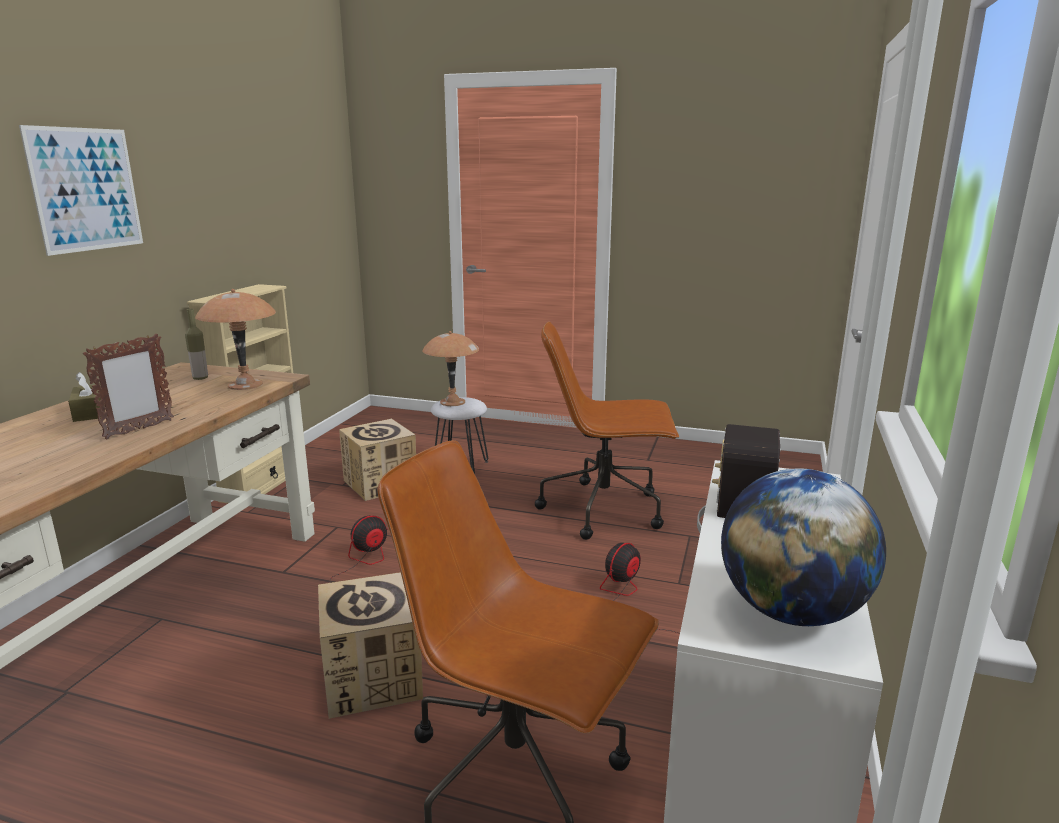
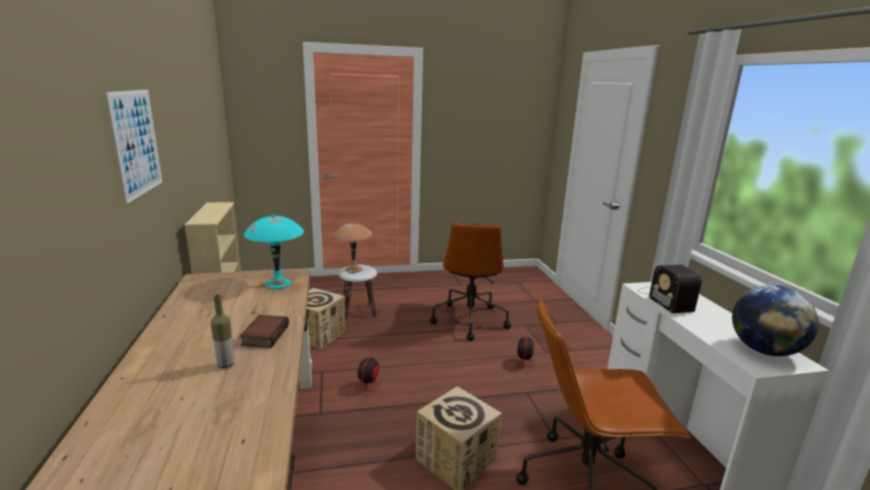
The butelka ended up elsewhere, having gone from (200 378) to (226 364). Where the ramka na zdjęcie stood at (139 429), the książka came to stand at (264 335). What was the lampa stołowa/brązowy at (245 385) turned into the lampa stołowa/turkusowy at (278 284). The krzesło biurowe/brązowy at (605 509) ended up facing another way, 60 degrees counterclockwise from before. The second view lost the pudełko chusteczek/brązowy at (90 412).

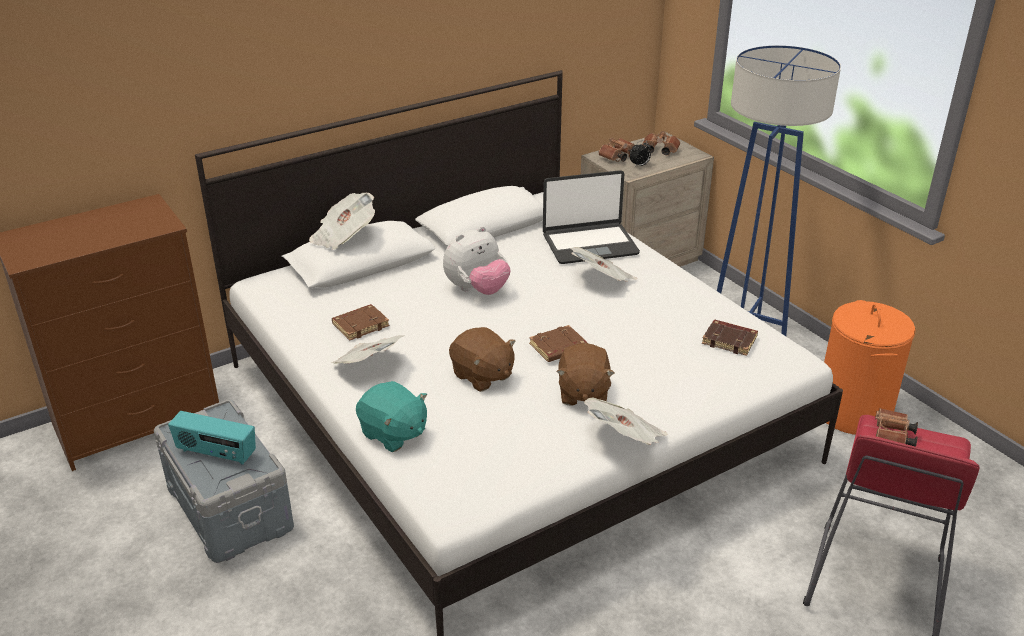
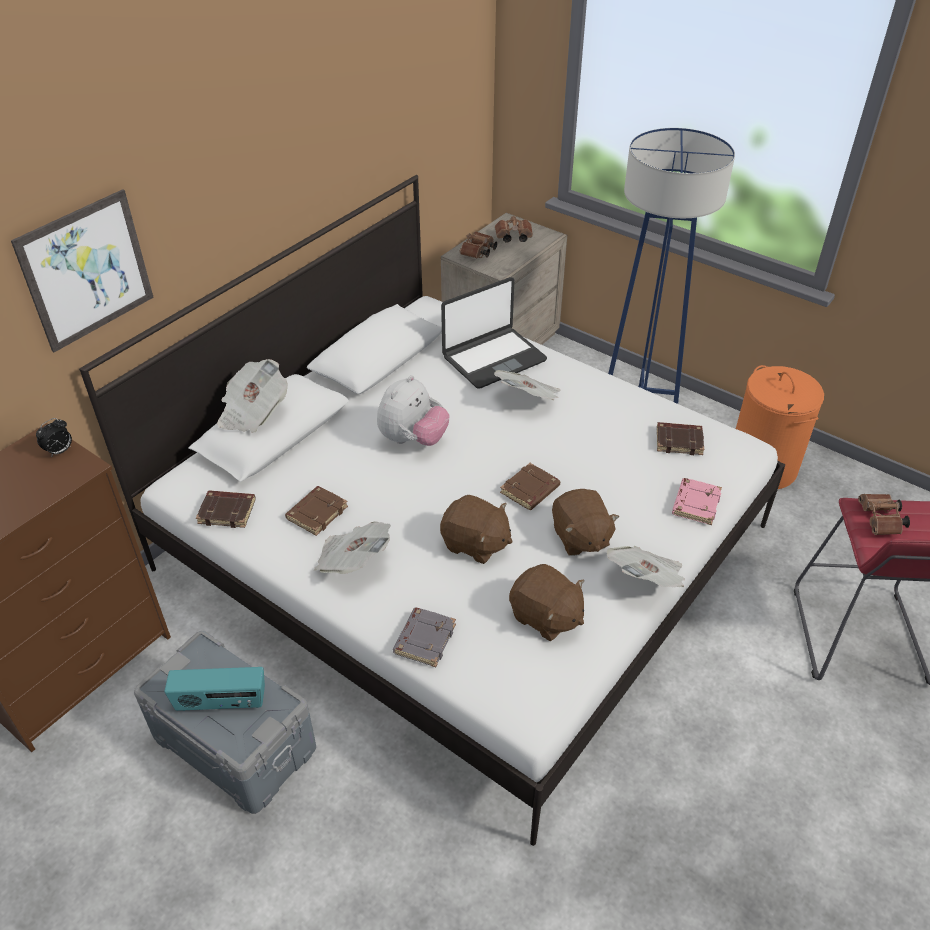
The second view gained the obraz at (87 270). The budzik ended up elsewhere, having gone from (639 165) to (60 451). The second view gained the książka/brązowy at (228 511). Where the pluszak/turkusowy stood at (393 434), the książka/szary came to stand at (424 639). The second view gained the pluszak/brązowy at (545 617). The second view gained the książka/różowy at (695 504).

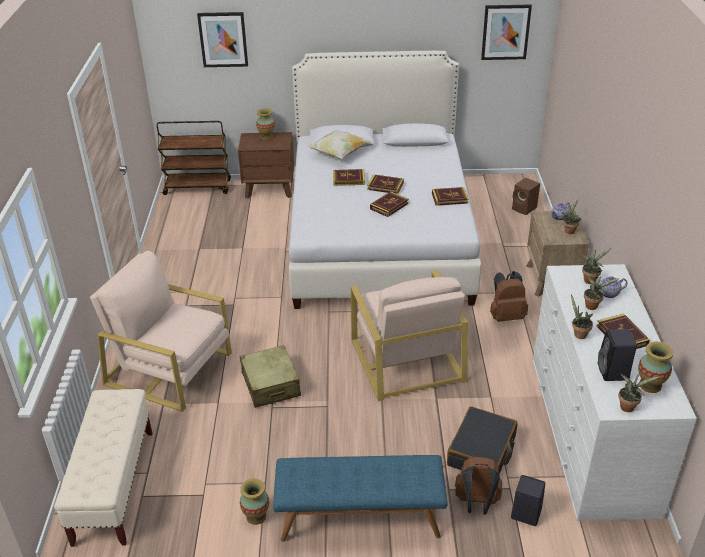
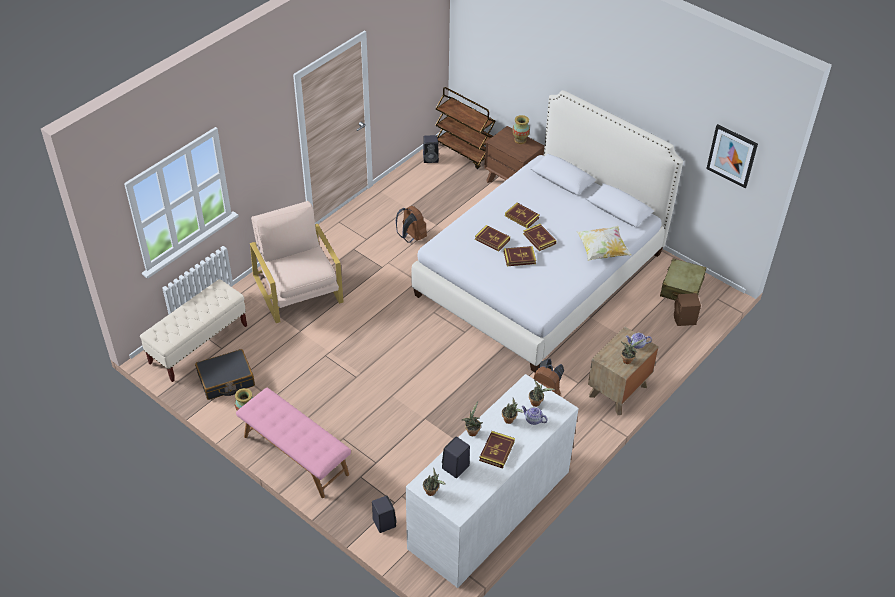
The walizka/czarny ended up elsewhere, having gone from (482 451) to (226 380). What was the ławka/niebieski at (360 518) turned into the ławka/różowy at (295 455). The plecak/brązowy ended up elsewhere, having gone from (476 504) to (411 237). The second view gained the głośnik/czarny at (431 158). The książka ended up elsewhere, having gone from (449 198) to (492 240). The poduszka ended up elsewhere, having gone from (338 154) to (602 251). The walizka/beżowy ended up elsewhere, having gone from (270 385) to (681 288). The second view lost the obraz at (223 39). The second view lost the fotel/beżowy at (406 359). The second view lost the wazon at (650 385).

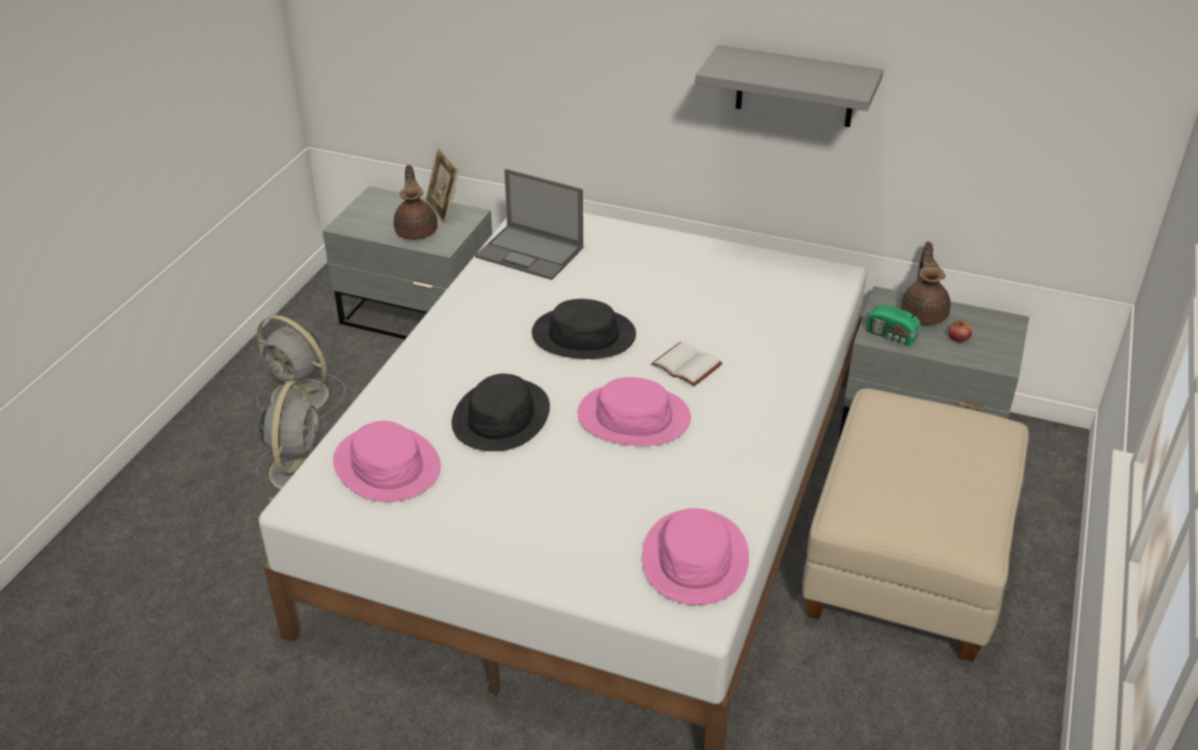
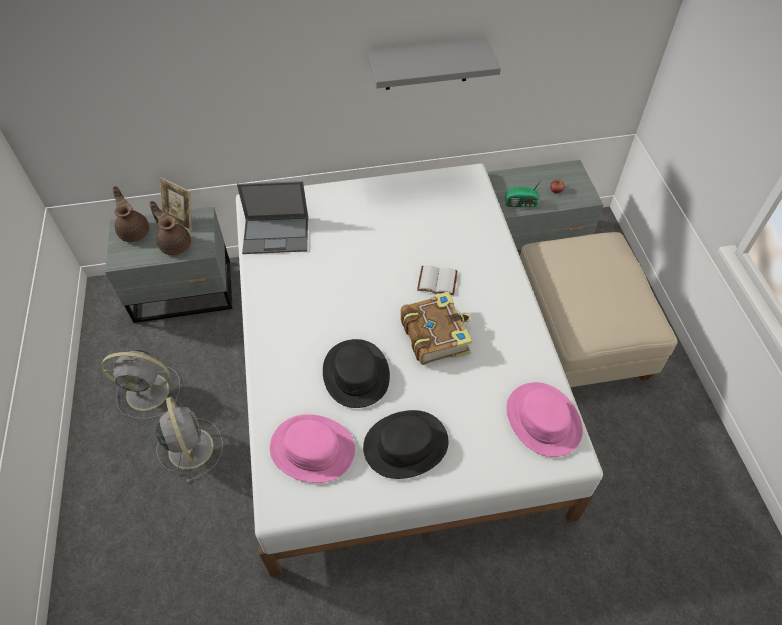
The imbryk/brązowy ended up elsewhere, having gone from (924 313) to (134 231). The kapelusz/czarny ended up elsewhere, having gone from (583 335) to (405 444). Where the kapelusz/różowy stood at (634 417), the książka came to stand at (435 334).

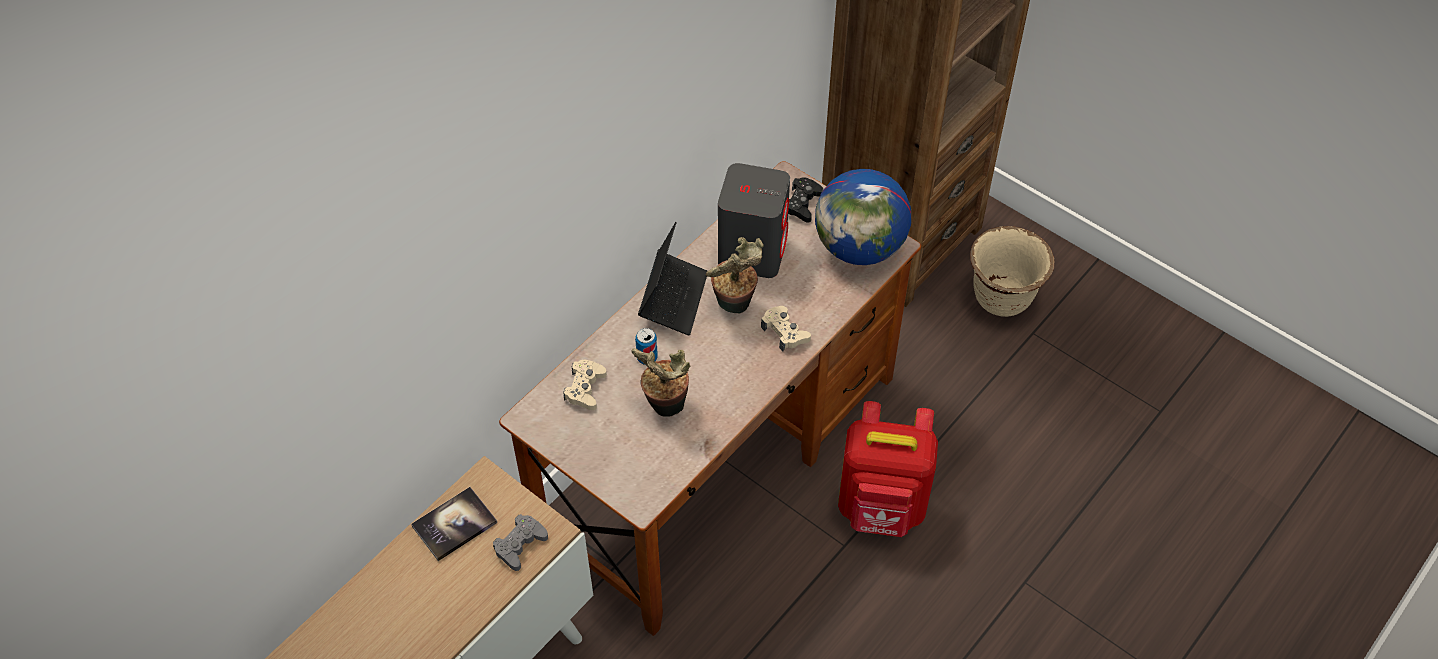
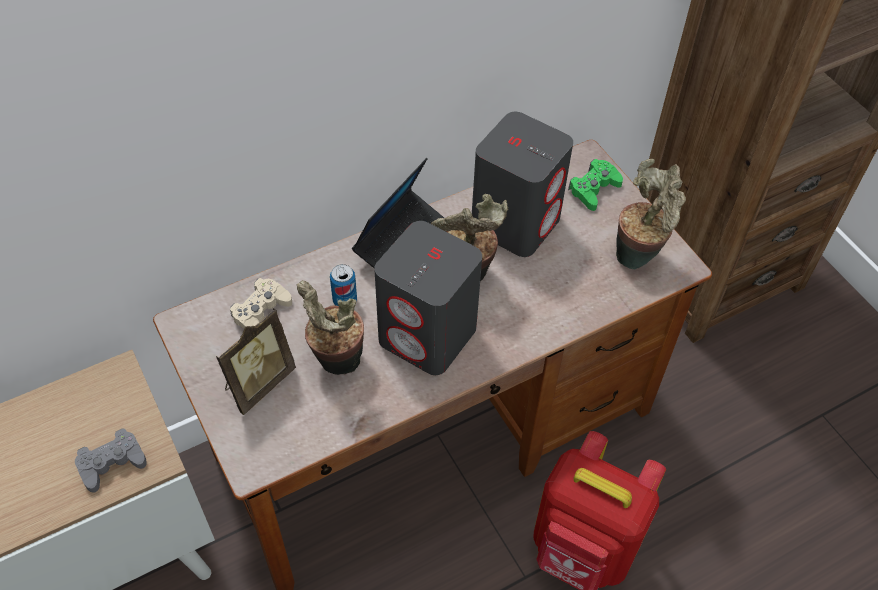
The second view gained the ramka na zdjęcie at (258 383). The second view gained the głośnik/szary at (428 335). What was the pad do gier/czarny at (802 203) turned into the pad do gier/zielony at (593 189). Where the globus stood at (860 247), the roślina doniczkowa came to stand at (639 255). The second view lost the książka at (454 524). The second view lost the pad do gier/beżowy at (785 332). The second view lost the donica/beżowy at (1002 299).

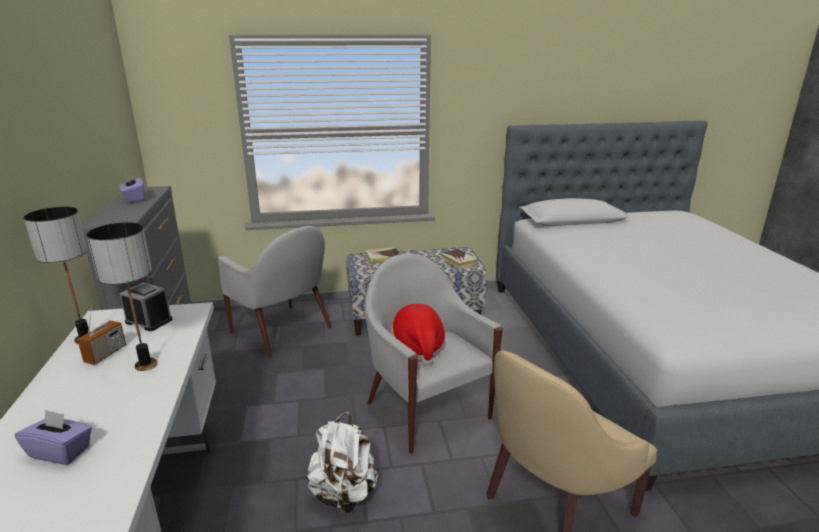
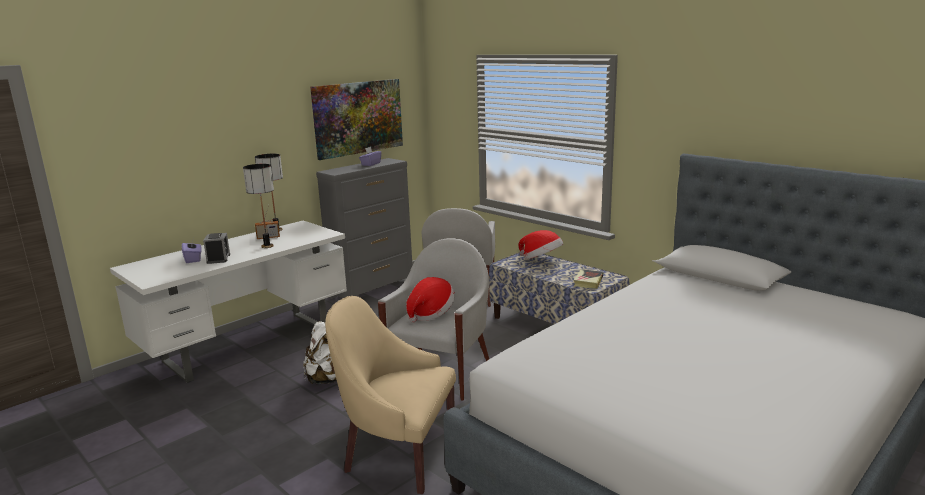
The budzik ended up elsewhere, having gone from (149 321) to (218 258). The second view gained the obraz at (358 117). Where the książka stood at (383 258), the kapelusz came to stand at (541 260).

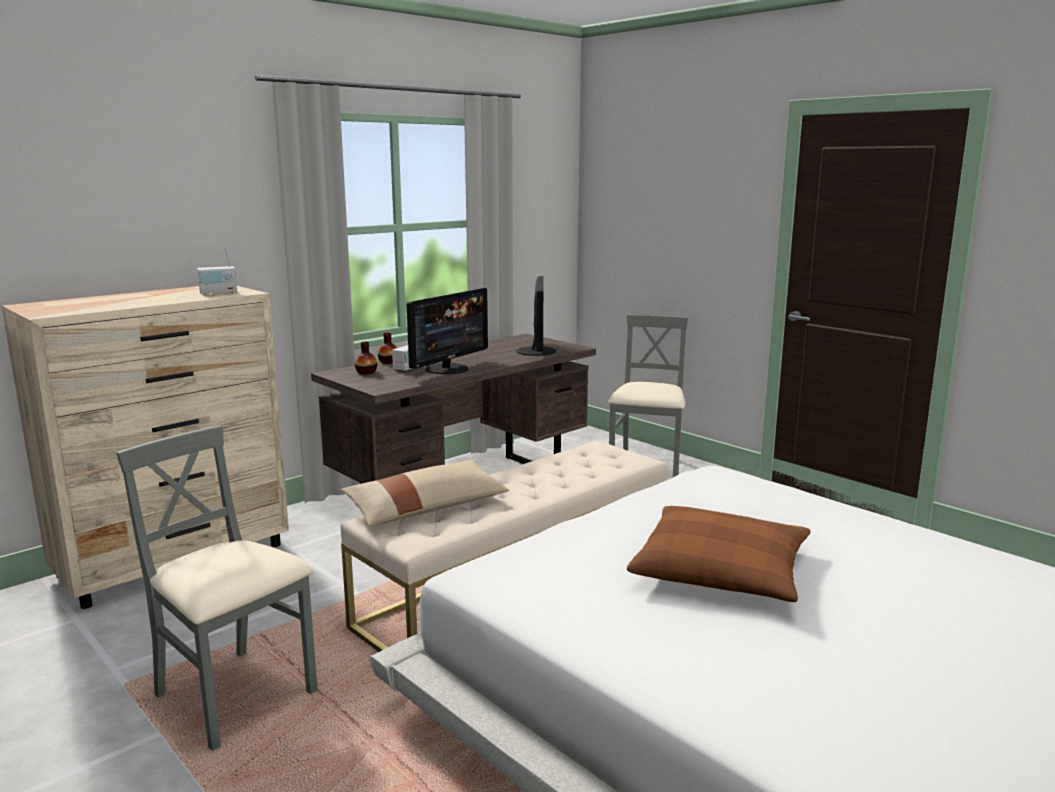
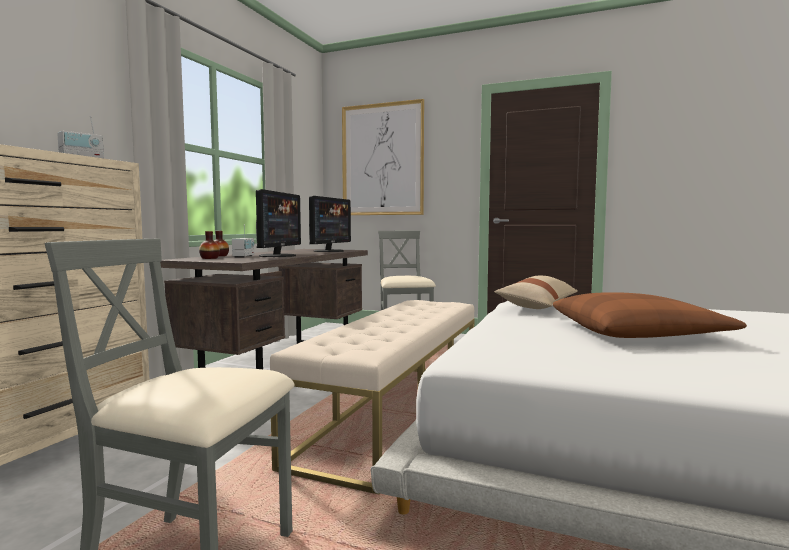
The monitor at (537 351) ended up facing another way, 45 degrees clockwise from before. The second view gained the obraz at (382 160). The poduszka/beżowy ended up elsewhere, having gone from (426 507) to (538 305).

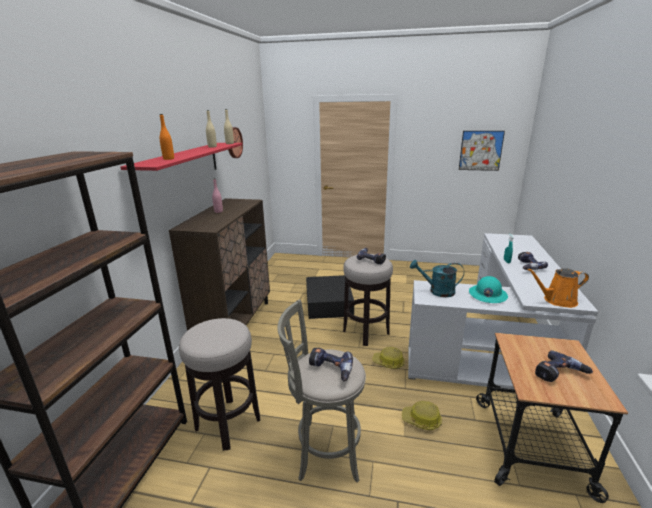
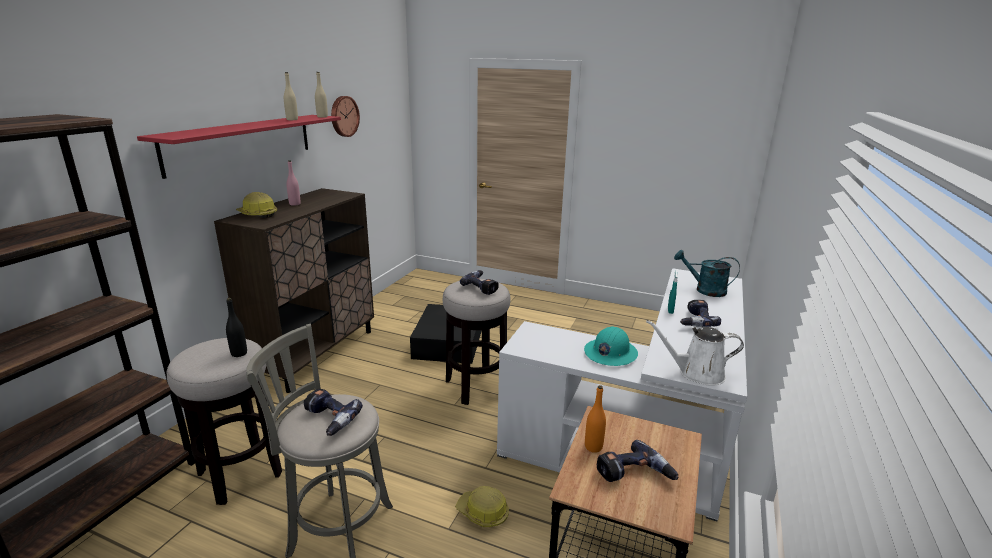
The second view gained the butelka/czarny at (239 353). The kask ended up elsewhere, having gone from (388 363) to (257 214). The butelka/pomarańczowy ended up elsewhere, having gone from (168 159) to (593 447). What was the konewka/pomarańczowy at (557 300) turned into the konewka/biały at (696 373). The konewka/turkusowy ended up elsewhere, having gone from (437 291) to (705 290). The second view lost the obraz at (480 150).

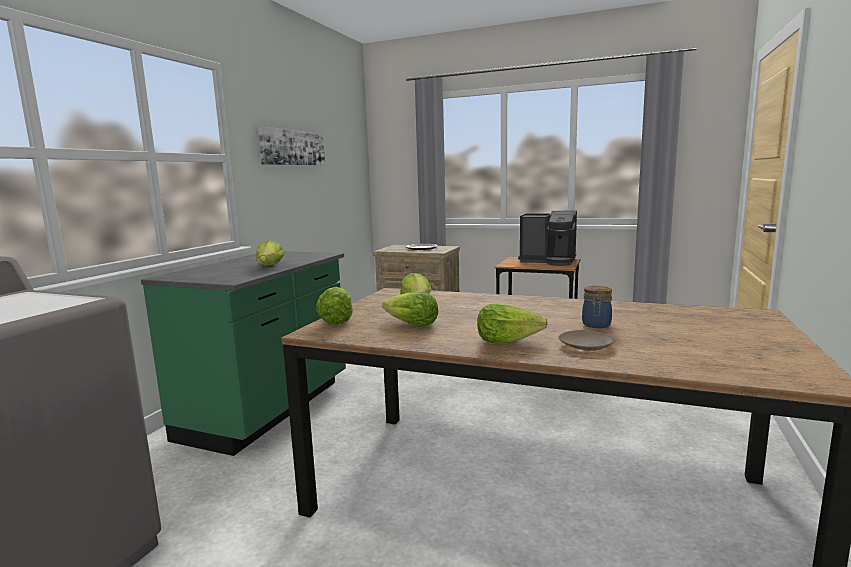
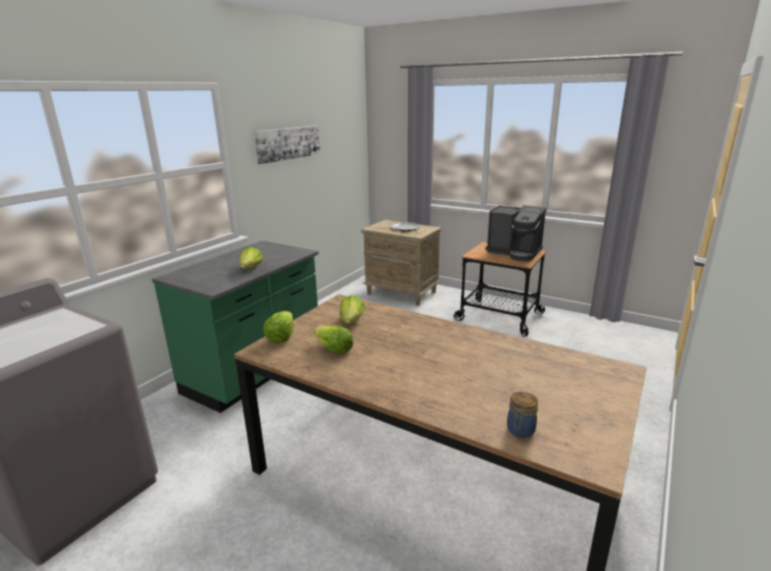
The słoik ended up elsewhere, having gone from (596 325) to (520 431). The second view lost the sałata at (507 340). The second view lost the talerz/beżowy at (586 346).

